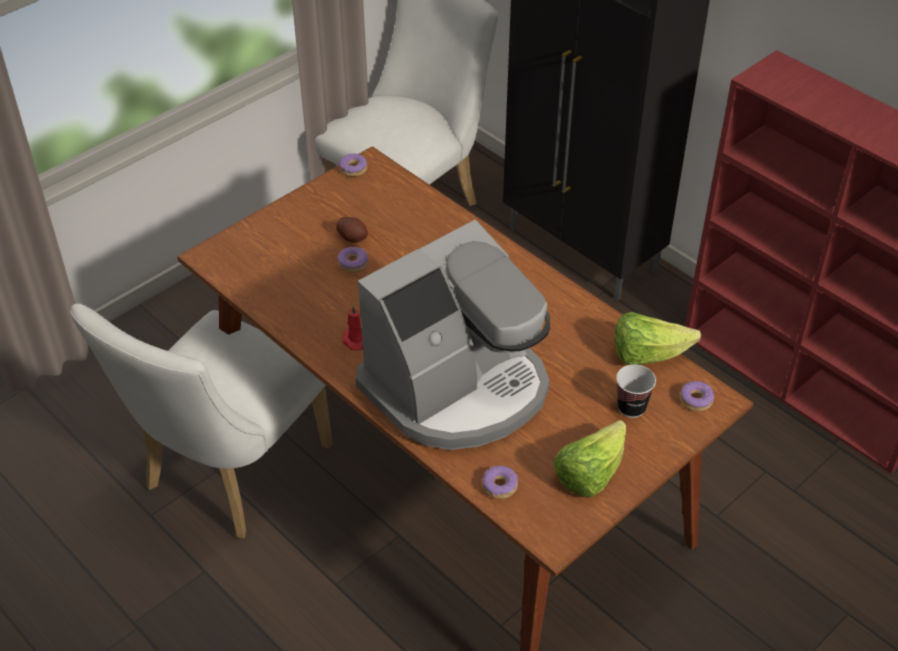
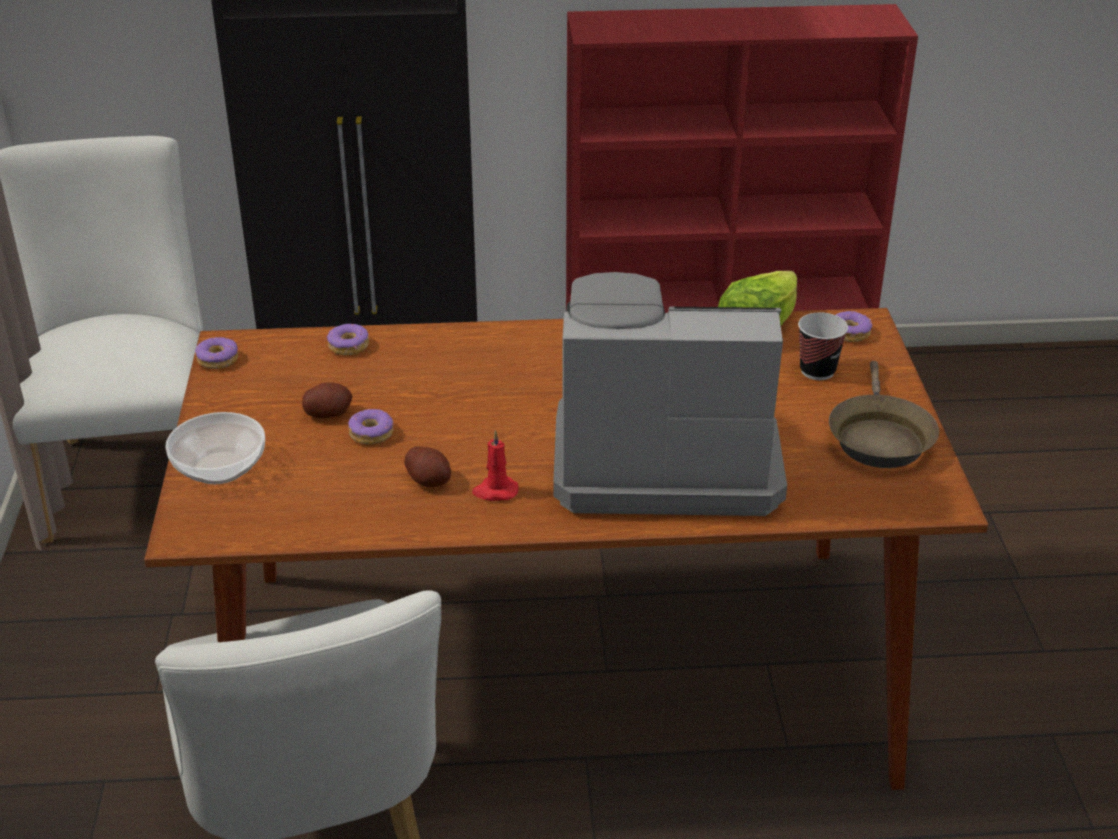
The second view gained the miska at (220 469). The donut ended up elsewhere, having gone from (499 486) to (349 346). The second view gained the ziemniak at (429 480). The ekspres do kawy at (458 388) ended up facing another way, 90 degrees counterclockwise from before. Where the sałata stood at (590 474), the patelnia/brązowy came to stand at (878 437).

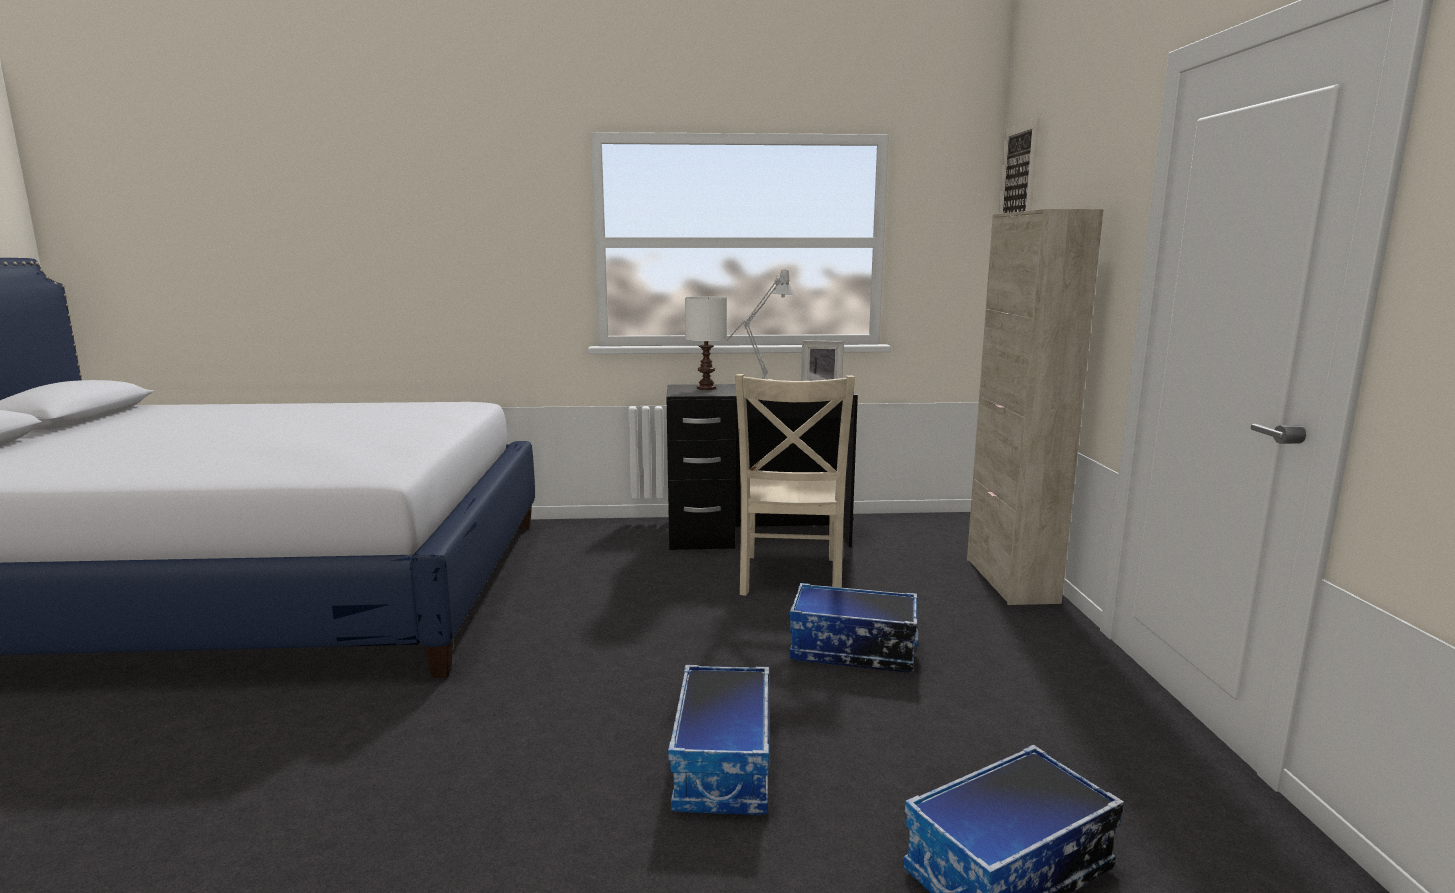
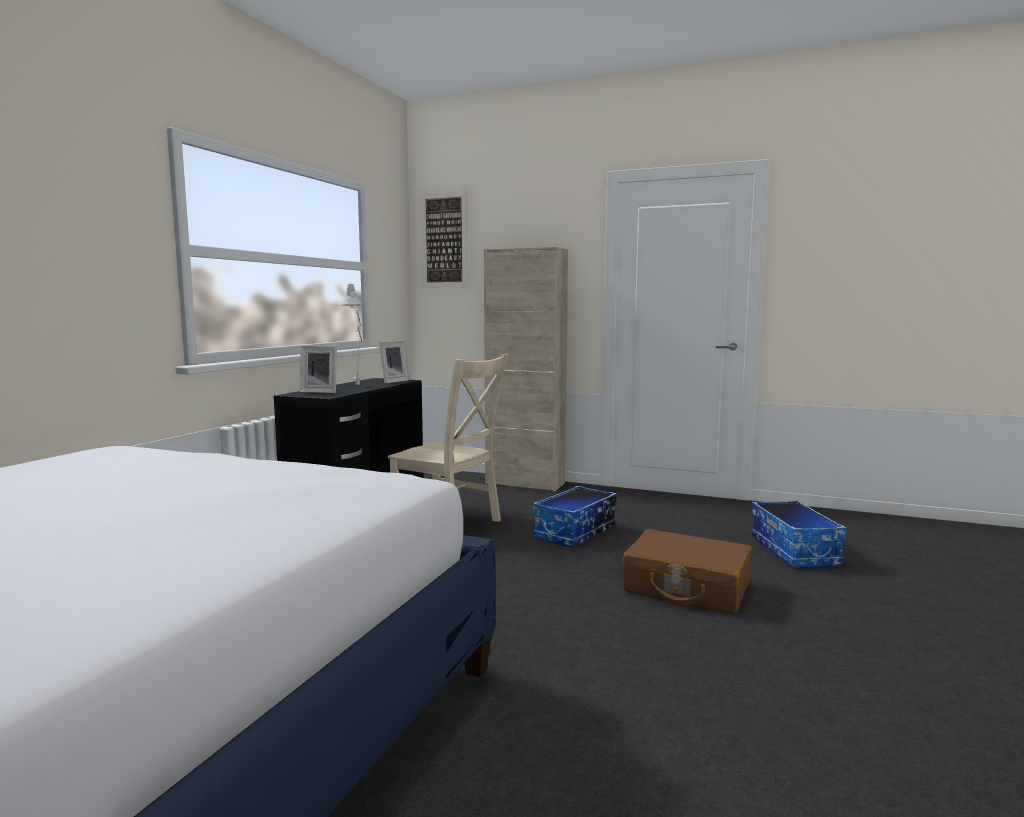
Where the lampa stołowa/biały stood at (707 388), the ramka na zdjęcie came to stand at (320 392). Where the pojemnik do przechowywania stood at (725 765), the walizka/brązowy came to stand at (686 587).

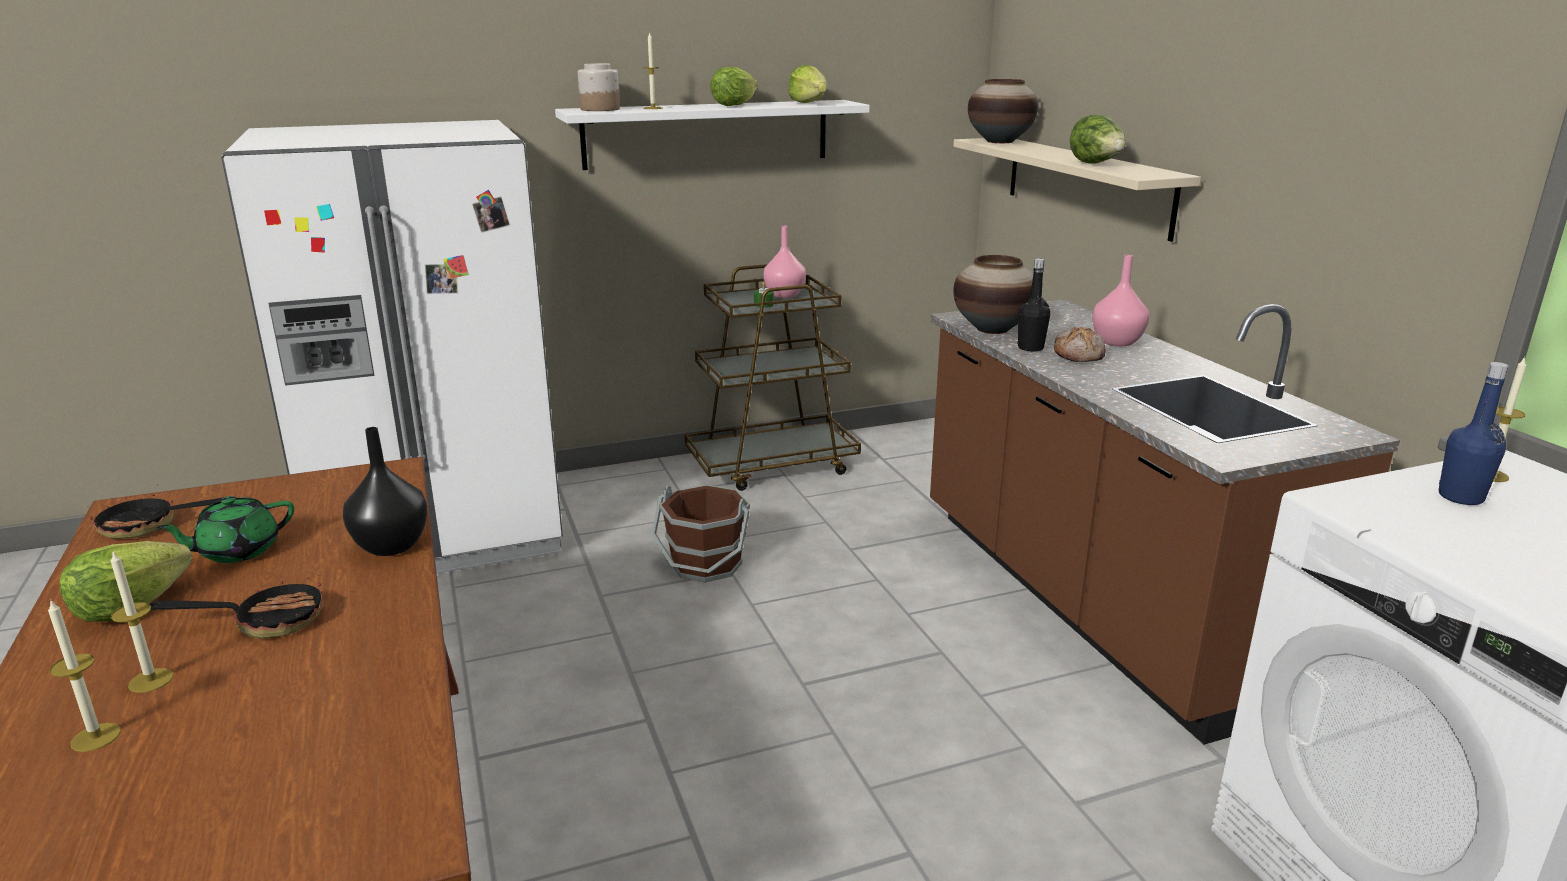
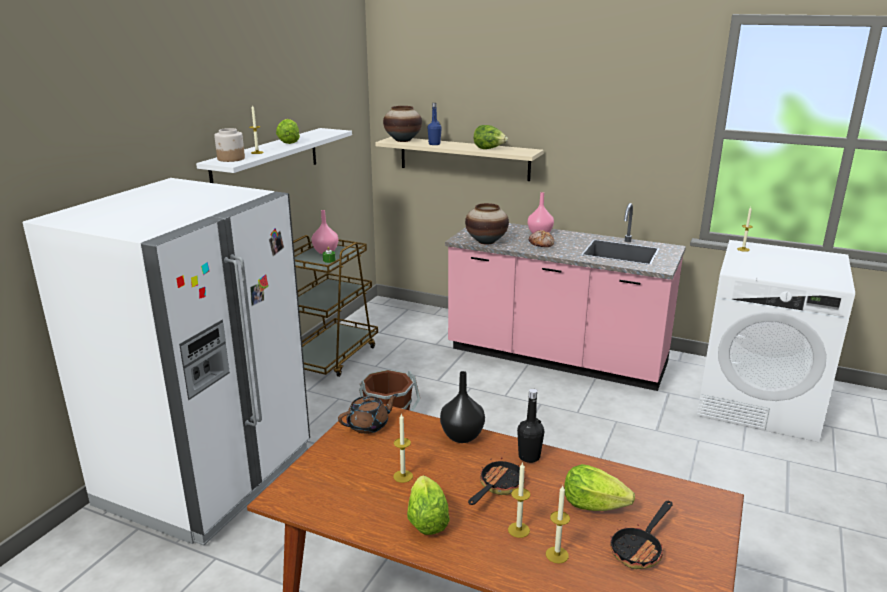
The second view gained the imbryk/brązowy at (369 425). Where the imbryk/zielony stood at (237 551), the świeca came to stand at (403 476). The butelka/niebieski ended up elsewhere, having gone from (1460 497) to (434 144). What was the zabudowa kuchenna/brązowy at (1092 602) turned into the zabudowa kuchenna/różowy at (556 358). The butelka/czarny ended up elsewhere, having gone from (1030 348) to (529 457). The sałata ended up elsewhere, having gone from (809 103) to (593 505). The patelnia ended up elsewhere, having gone from (149 526) to (640 549).

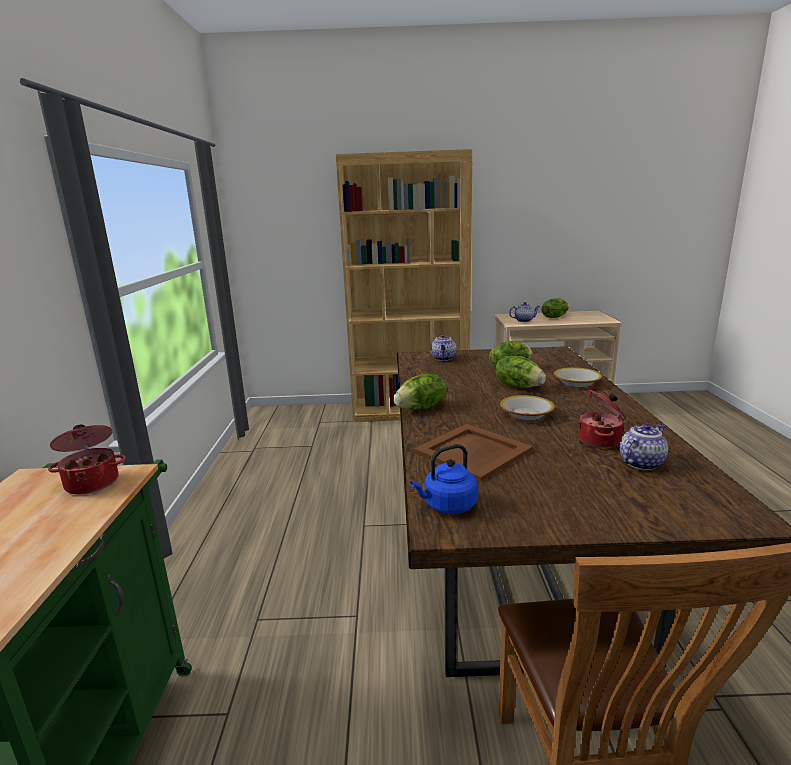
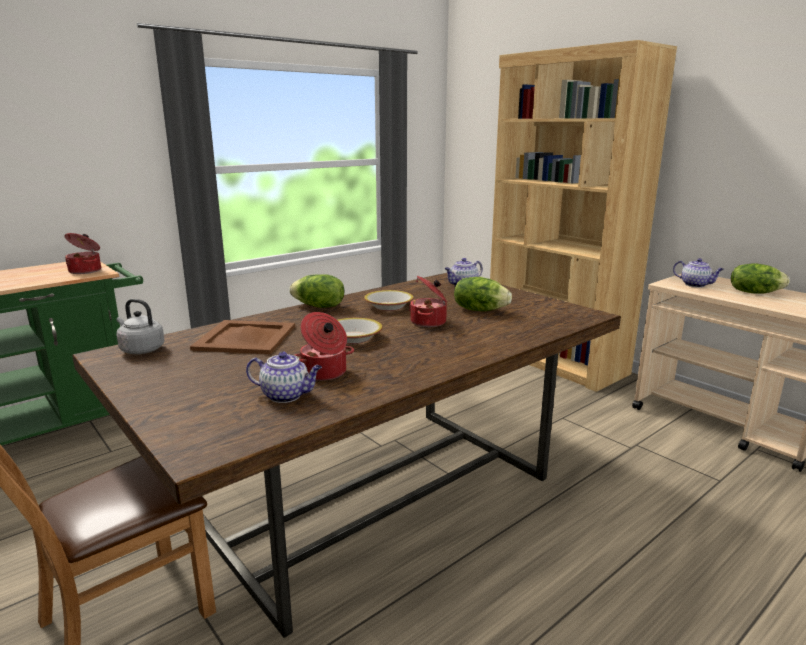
What was the czajnik/niebieski at (447 506) turned into the czajnik/szary at (140 349). The miska ended up elsewhere, having gone from (576 383) to (388 306). Where the sałata stood at (518 386), the garnek came to stand at (429 322).

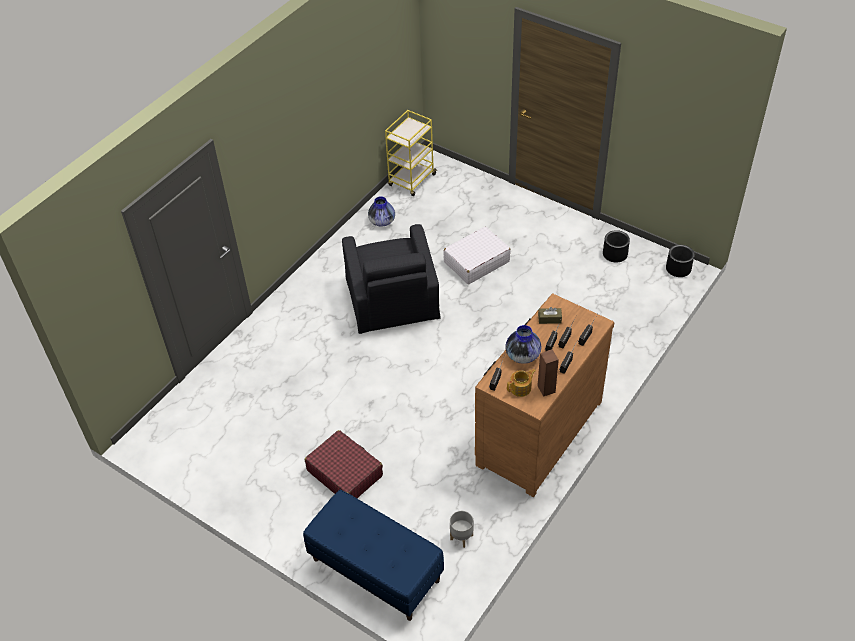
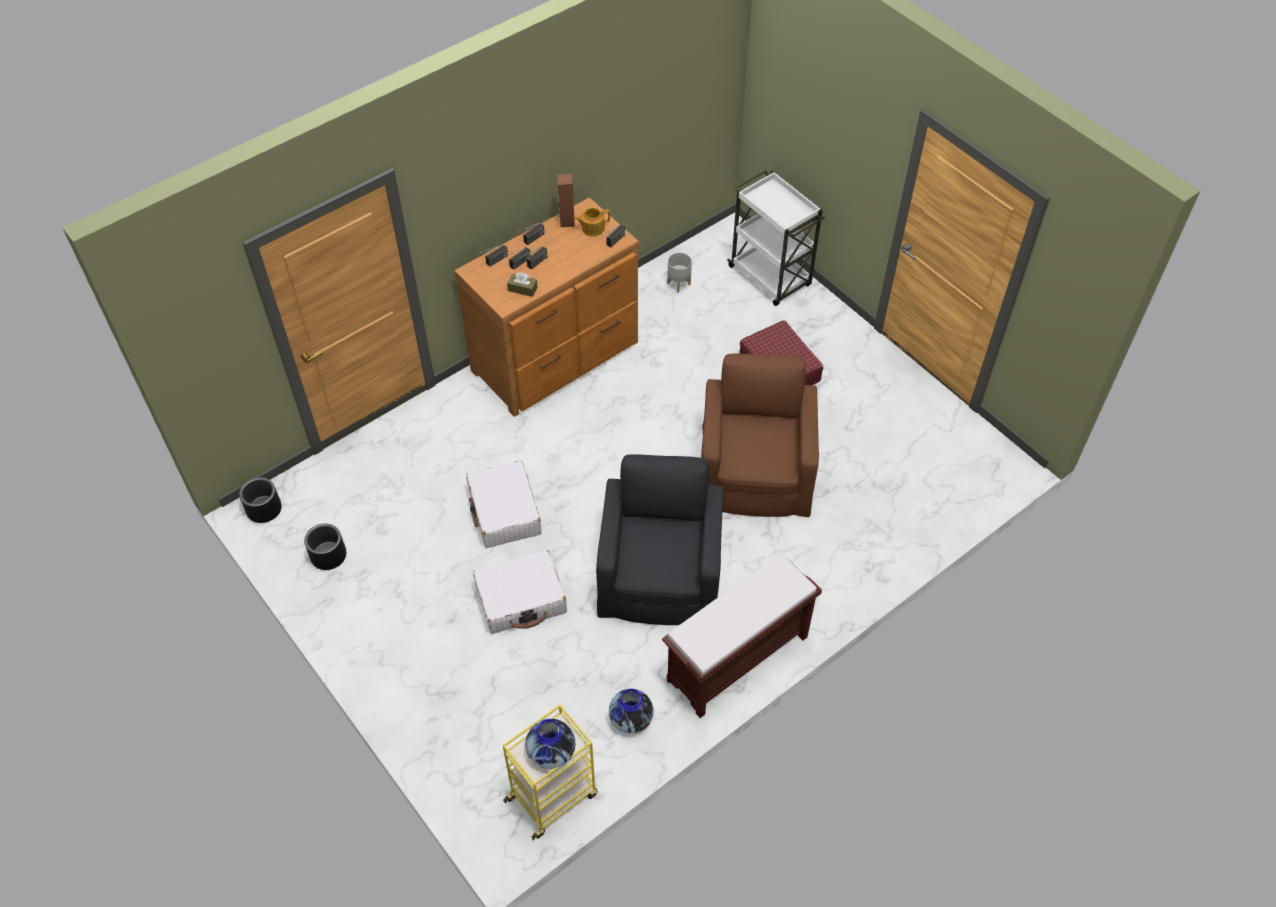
The second view gained the walizka/biały at (504 512). The wazon ended up elsewhere, having gone from (522 355) to (551 752). The second view gained the ławka/brązowy at (736 660). The second view gained the fotel/brązowy at (755 468). Where the ławka/niebieski stood at (375 570), the wózek/biały came to stand at (770 277).

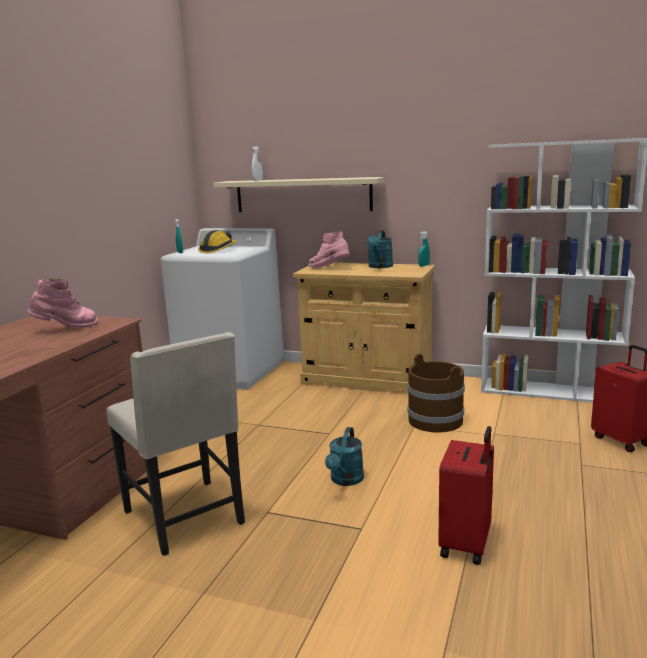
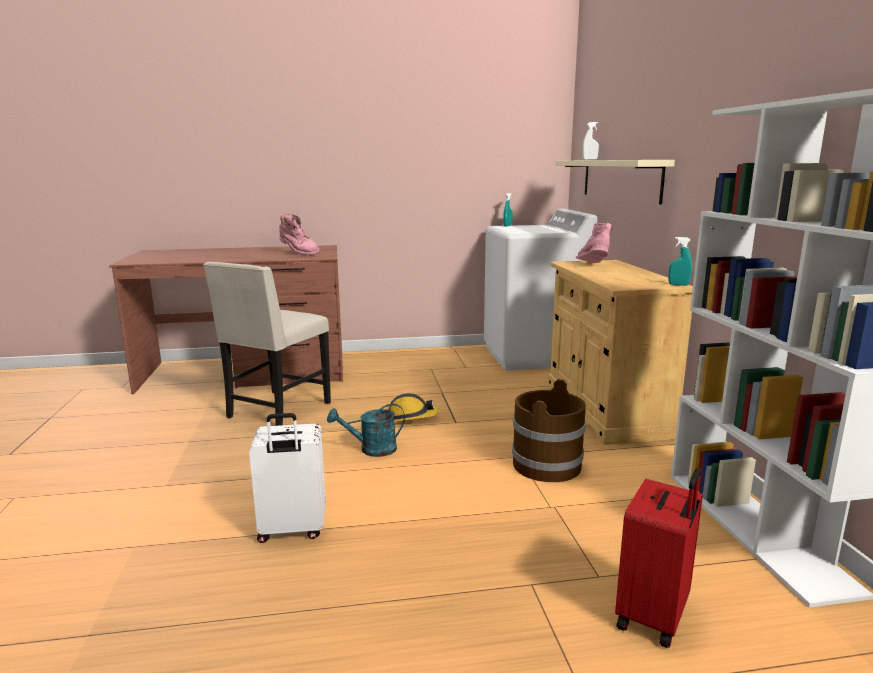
What was the walizka/czerwony at (467 545) turned into the walizka/biały at (292 530). The kask ended up elsewhere, having gone from (218 250) to (411 417). The second view lost the konewka/turkusowy at (379 267).

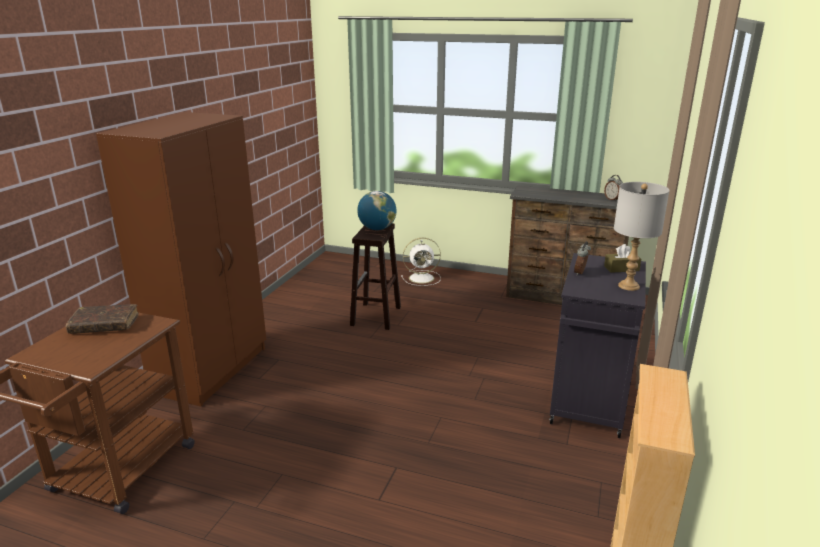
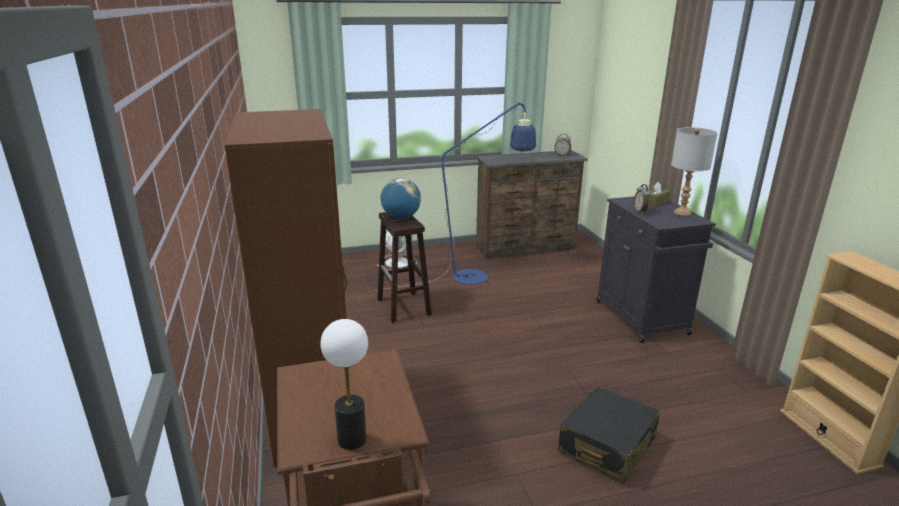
The second view gained the lampa stołowa at (351 439). The second view gained the lampa stojąca/niebieski at (479 275). The second view gained the walizka/czarny at (606 445). The second view lost the książka/brązowy at (104 325).

